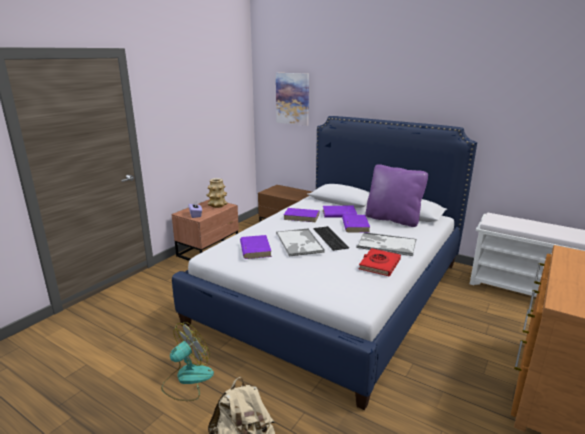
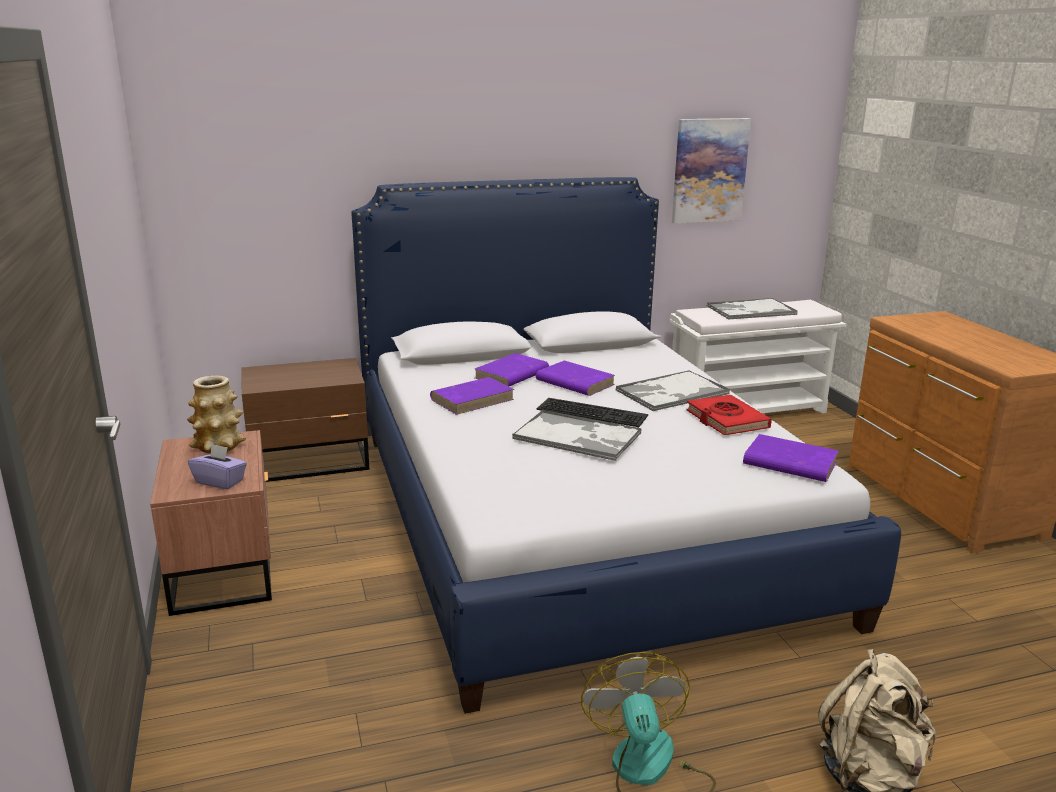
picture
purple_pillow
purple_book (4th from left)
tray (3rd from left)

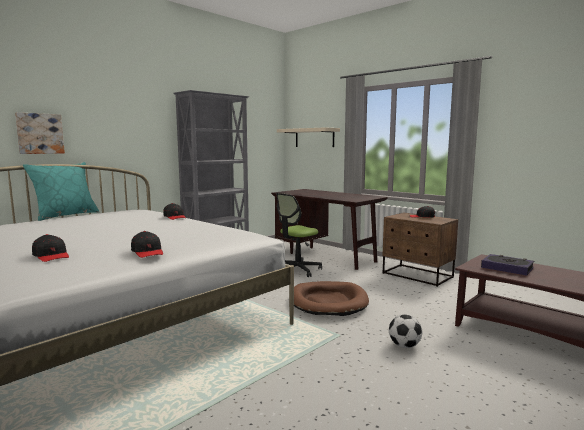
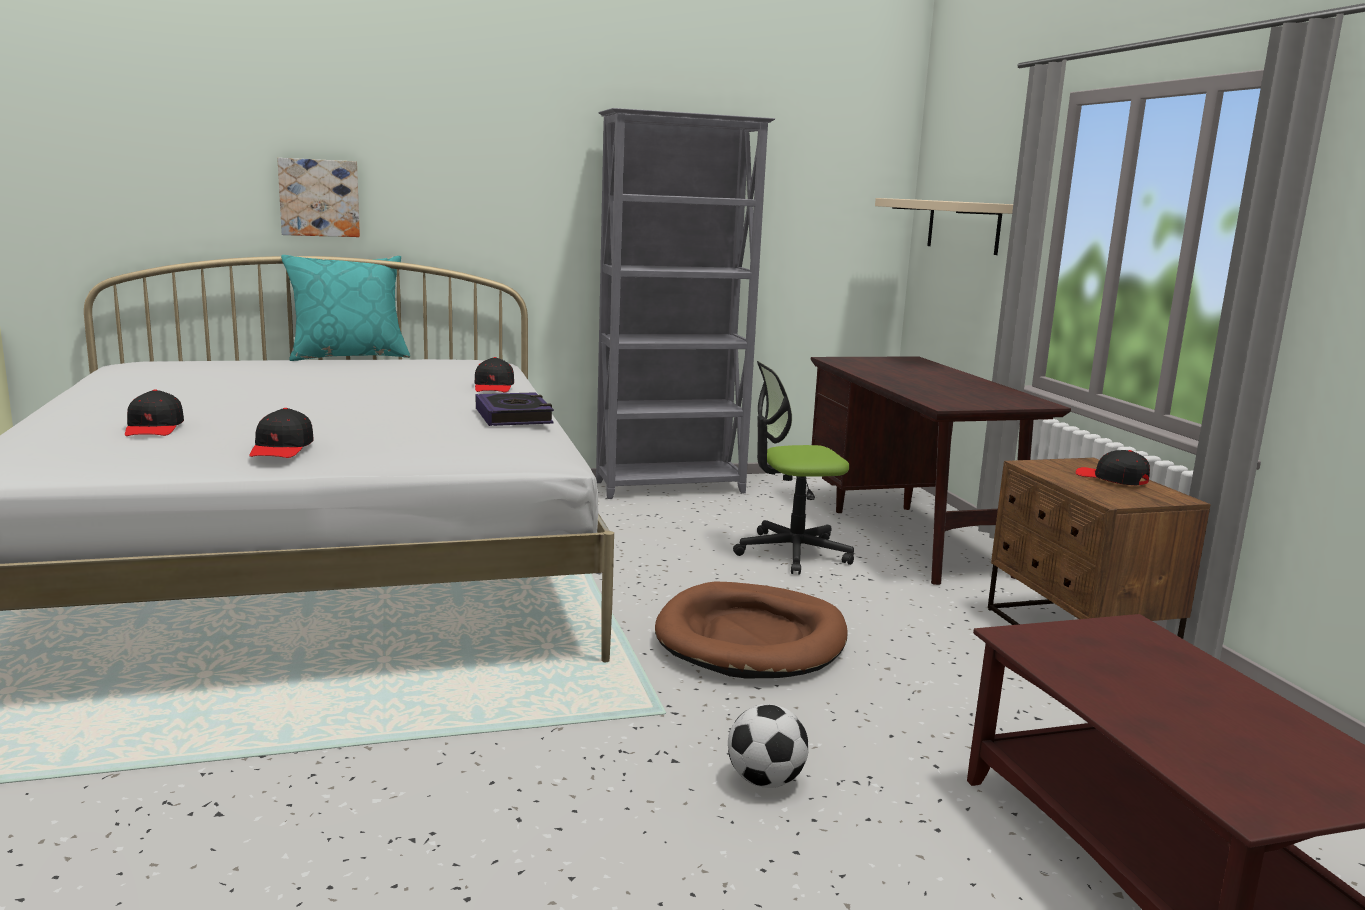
book

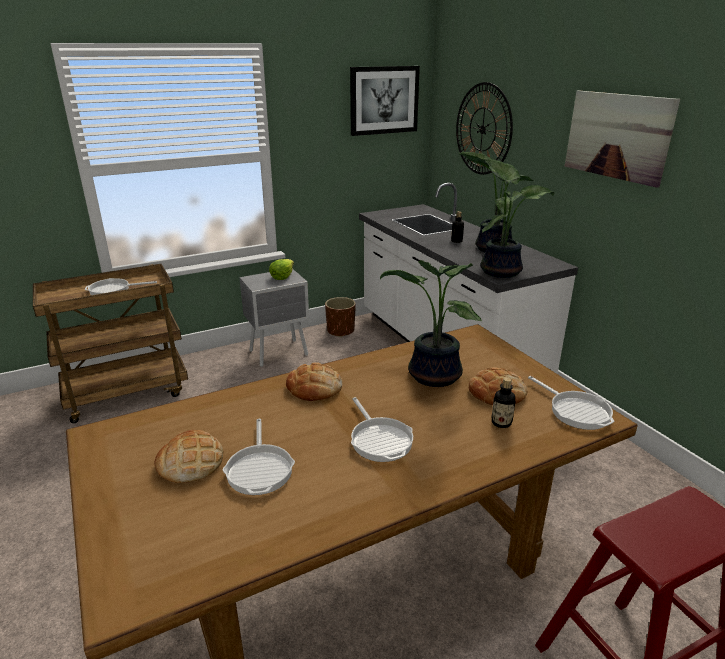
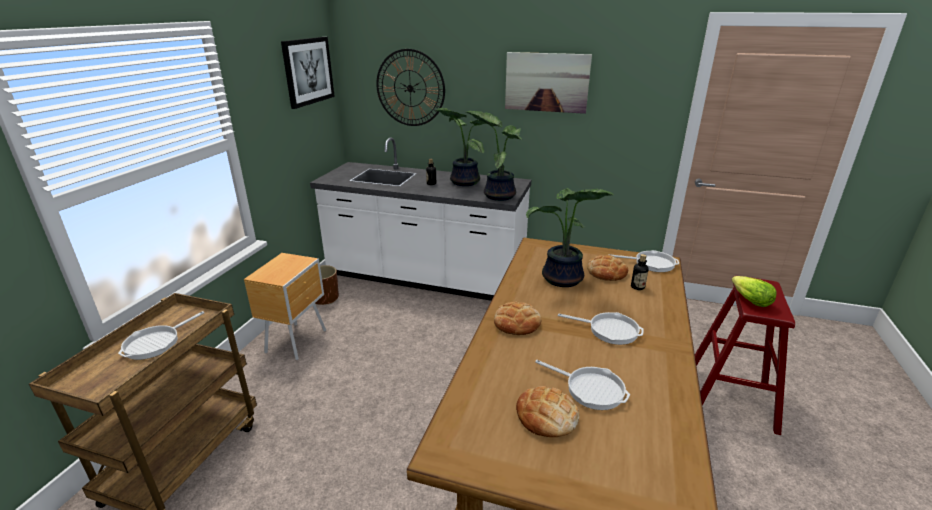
lettuce
brown_nightstand

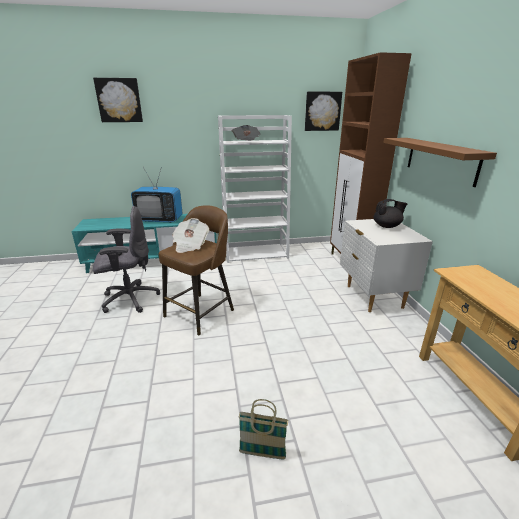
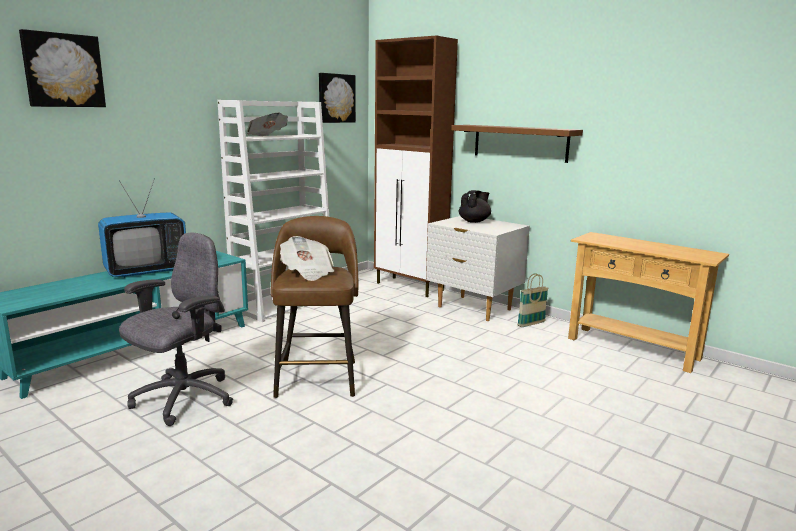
basket

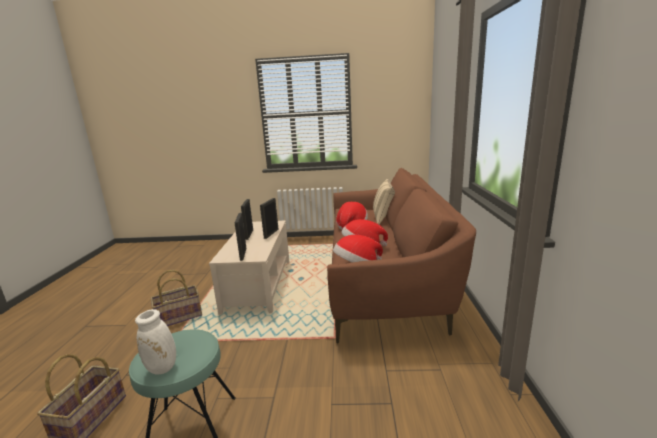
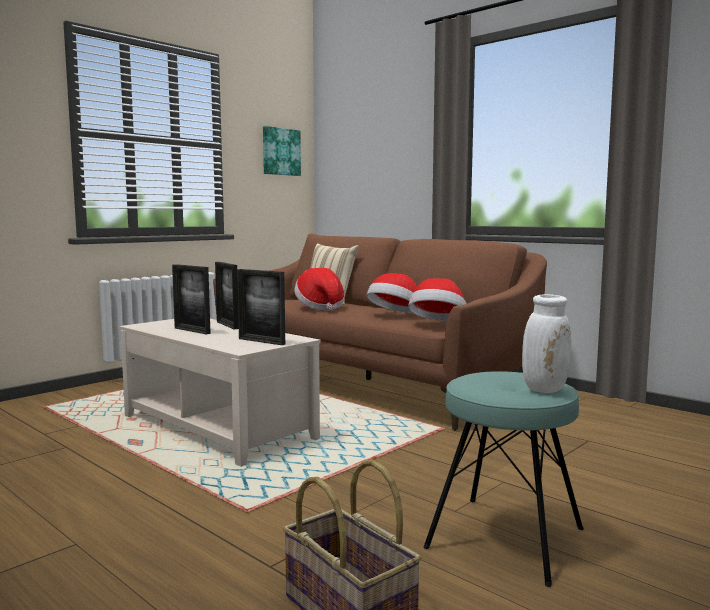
basket (2nd from left in the first image)
picture

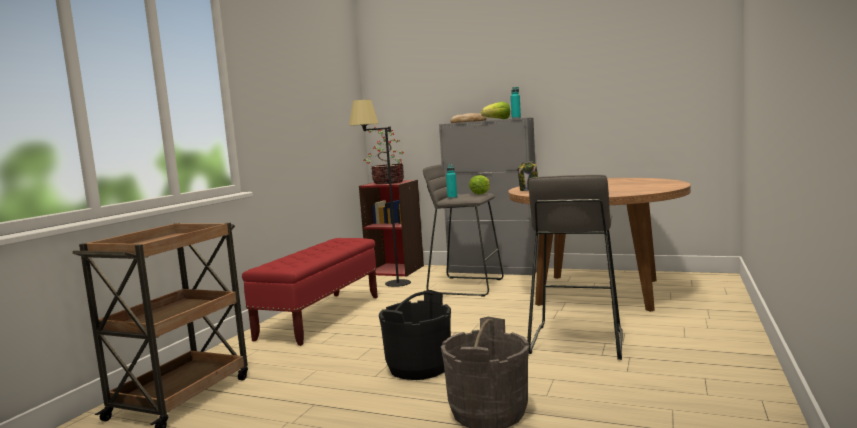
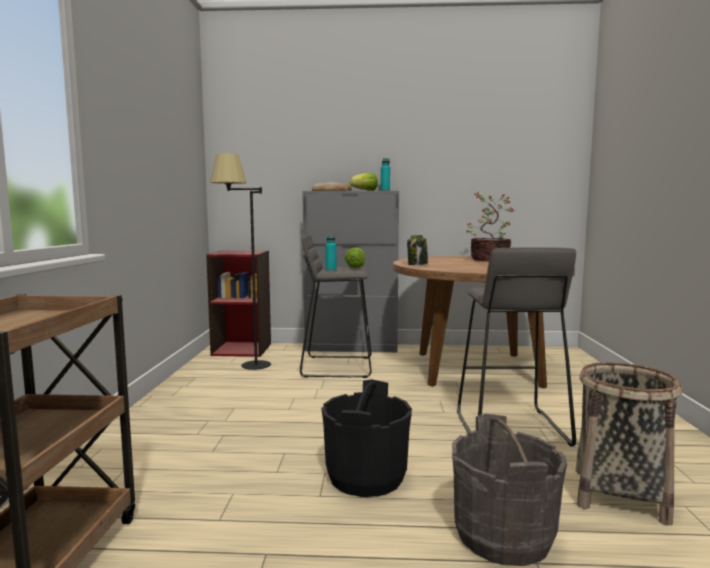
potted_plant
red_bench
basket

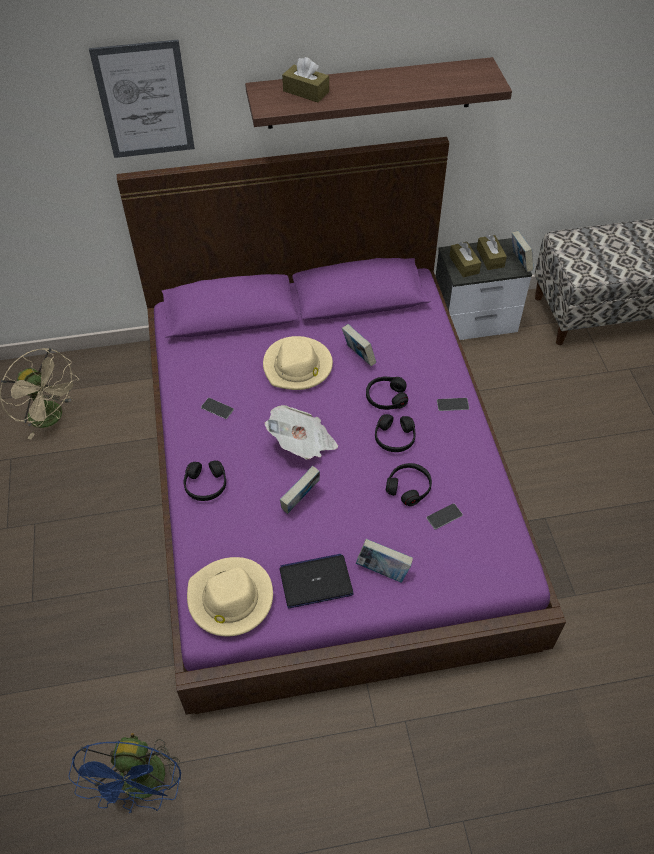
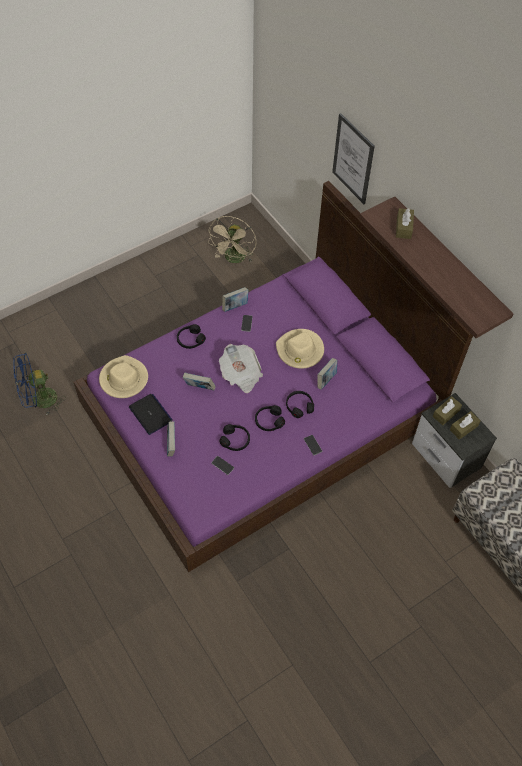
book (3rd from left)

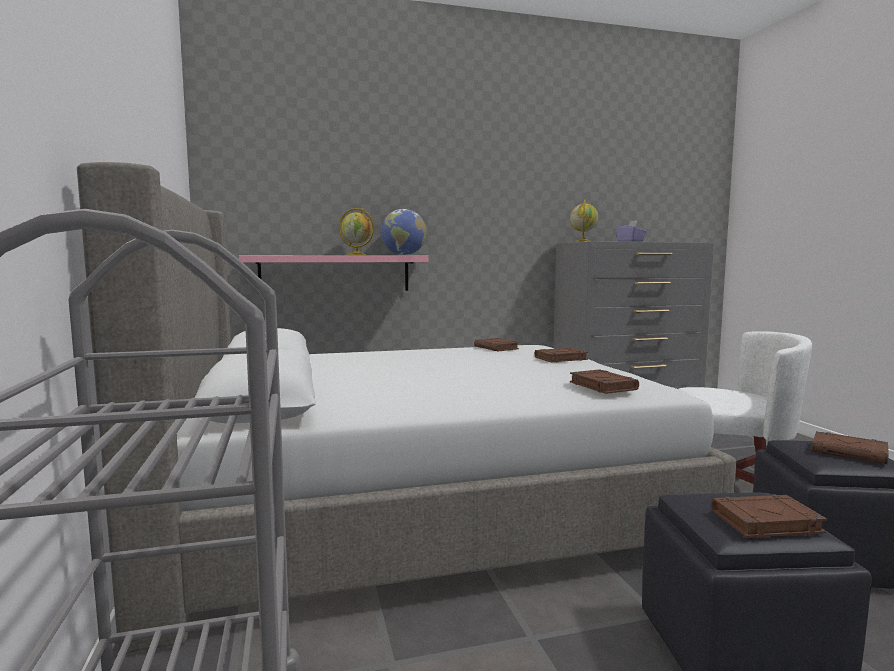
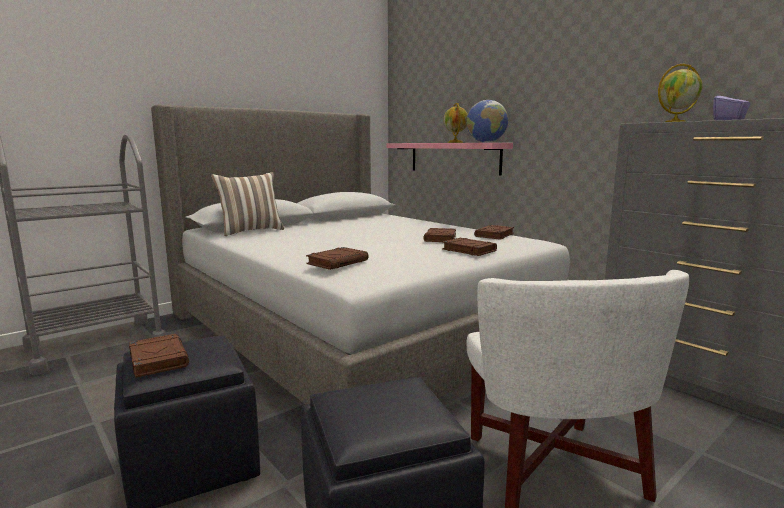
brown_book (3rd from left)
pillow

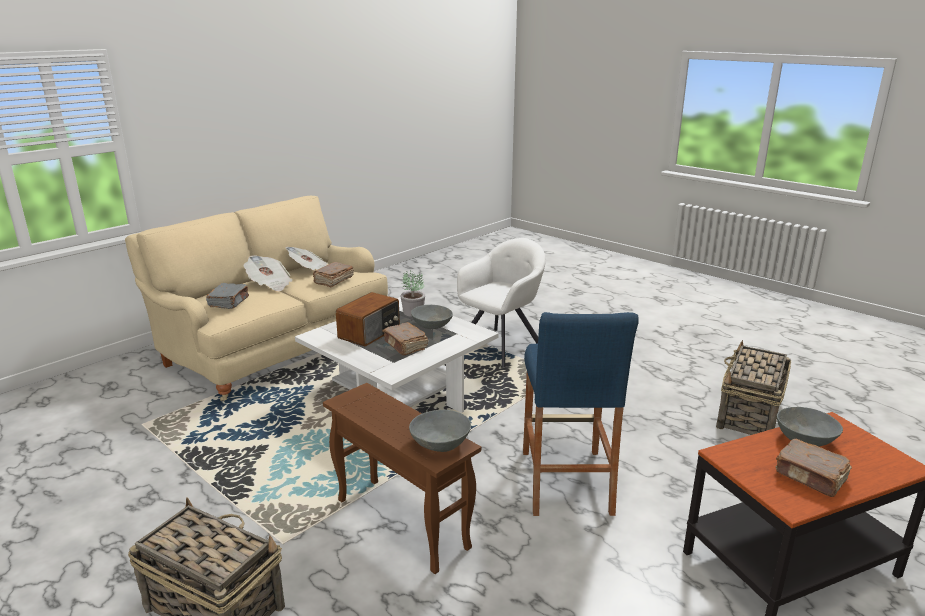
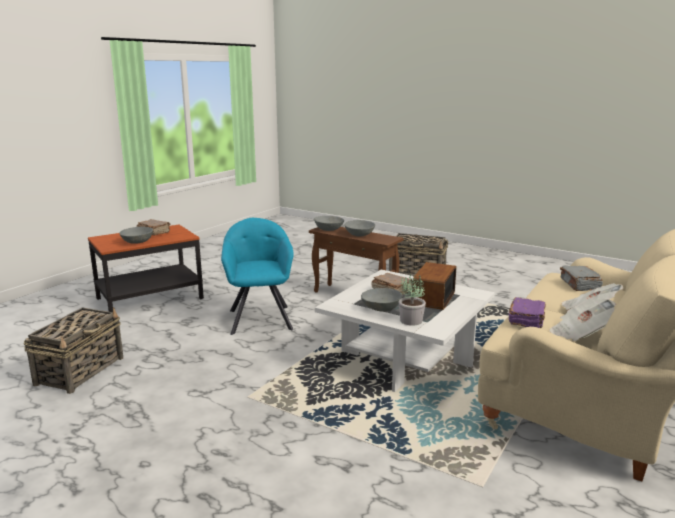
white_armchair
purple_book
turquoise_armchair
grey_bowl (3rd from left)

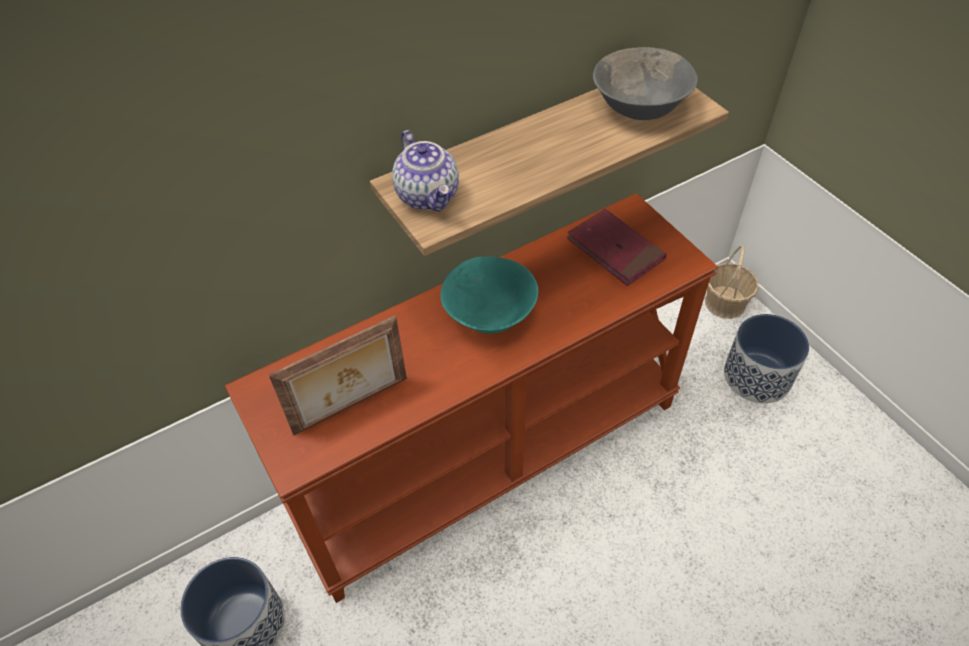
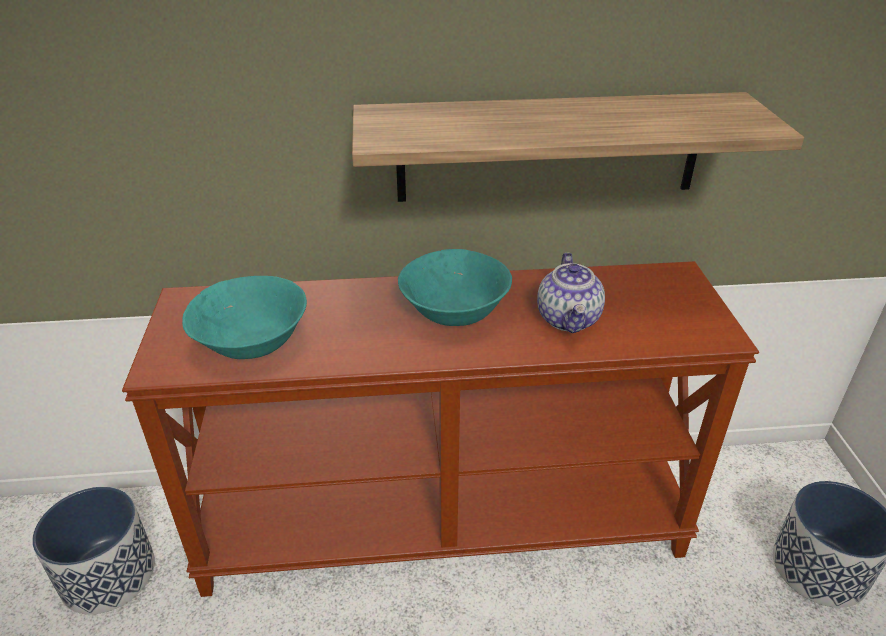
grey_bowl
teapot
red_book
basket
turquoise_bowl (1st from left)

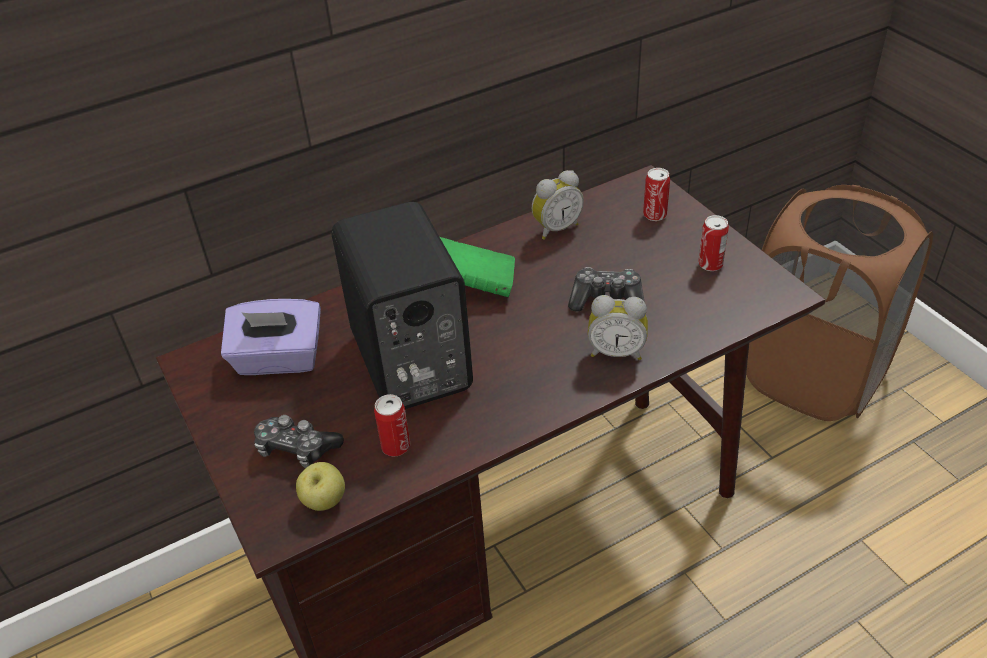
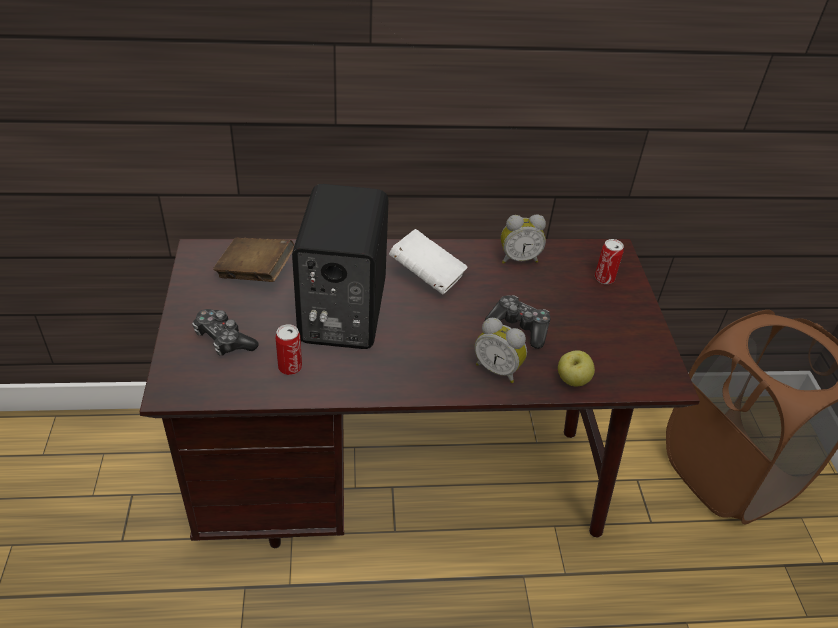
can (3rd from left in the first image)
white_book
brown_book
apple

